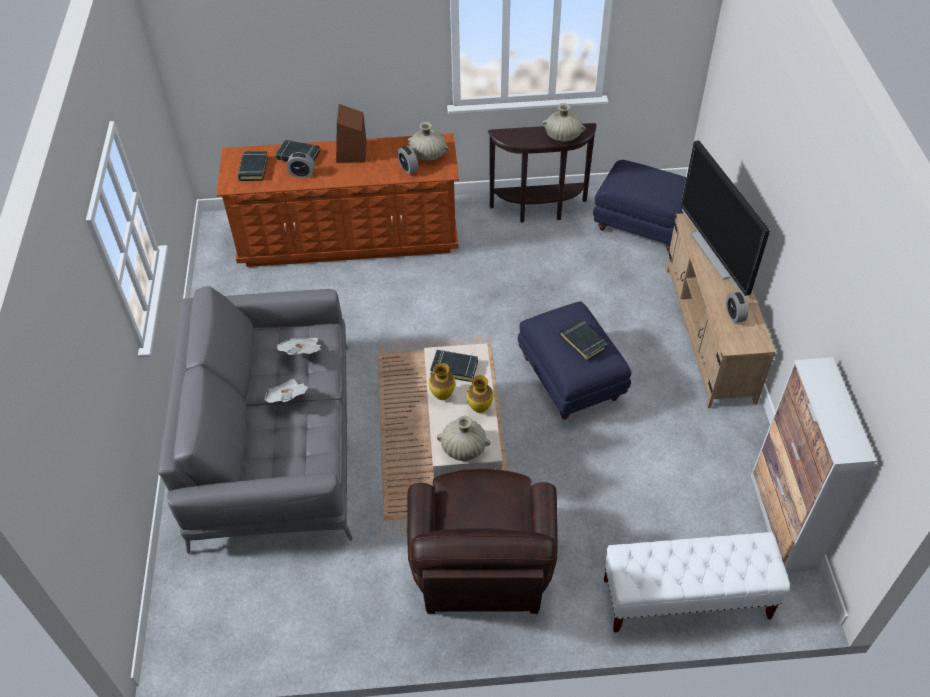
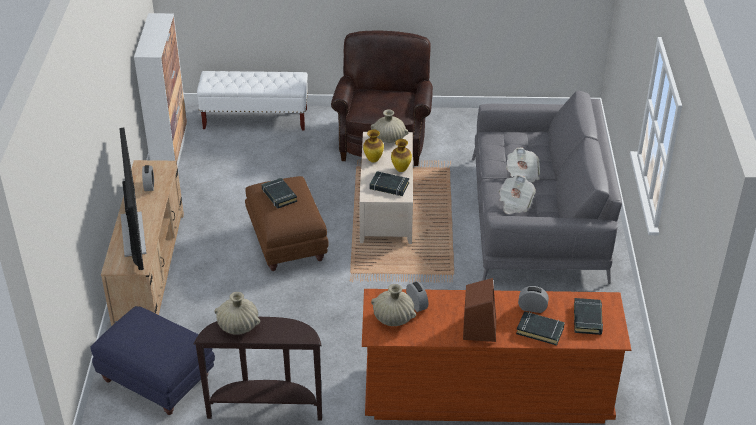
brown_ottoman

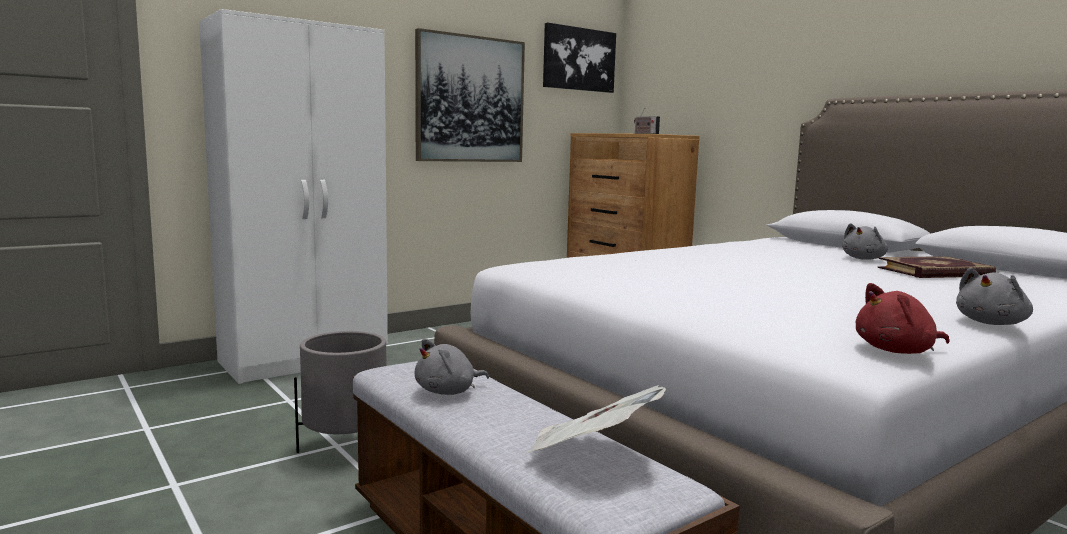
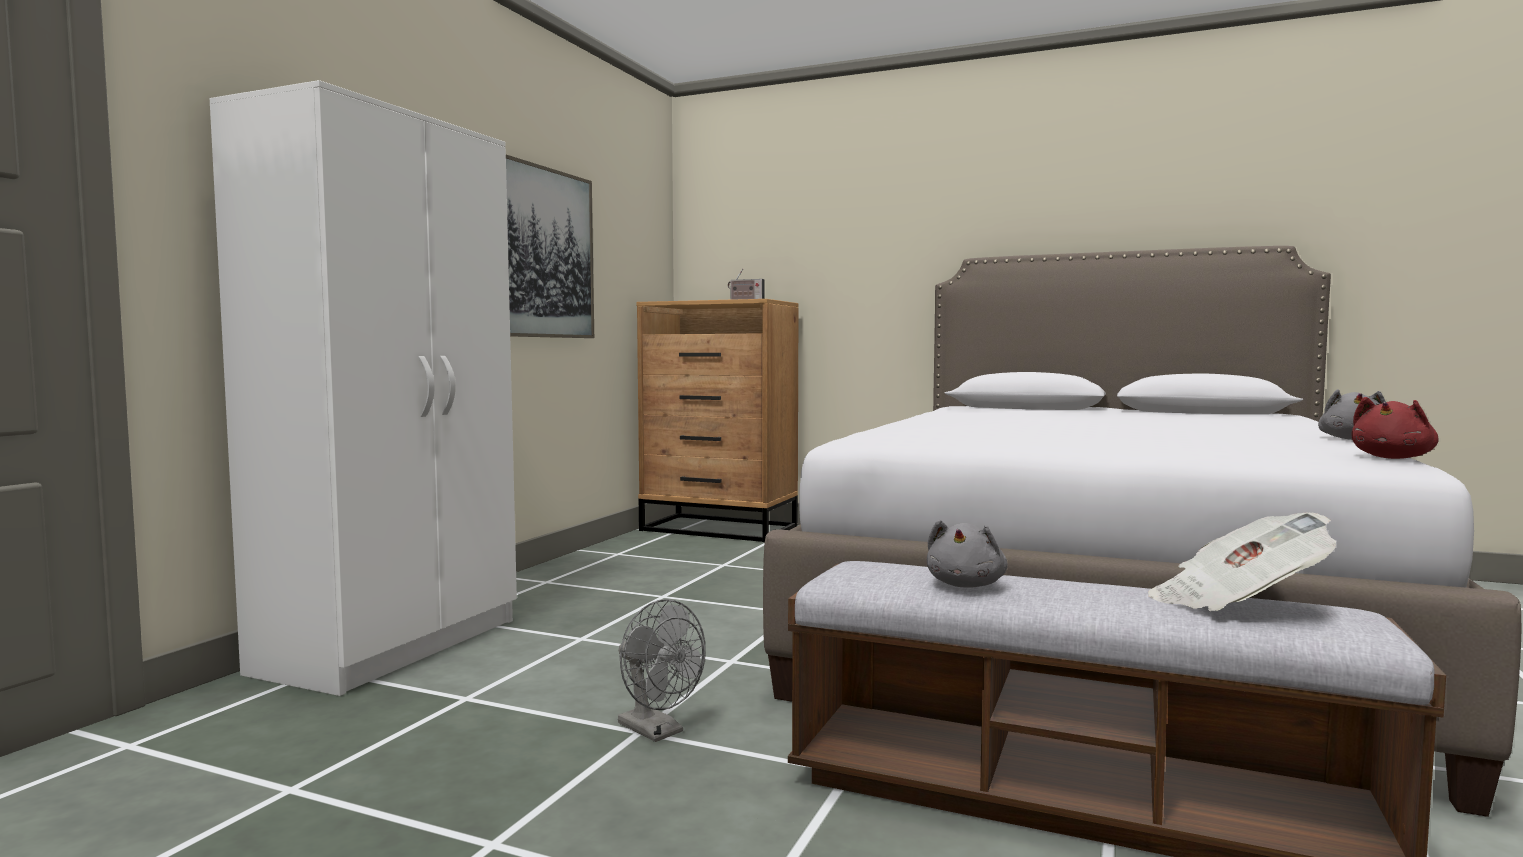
picture (2nd from left in the first image)
grey_plush_toy (2nd from left in the first image)
book
grey_fan

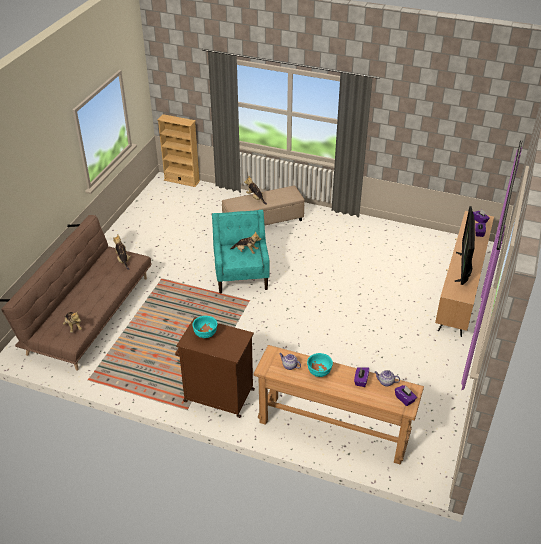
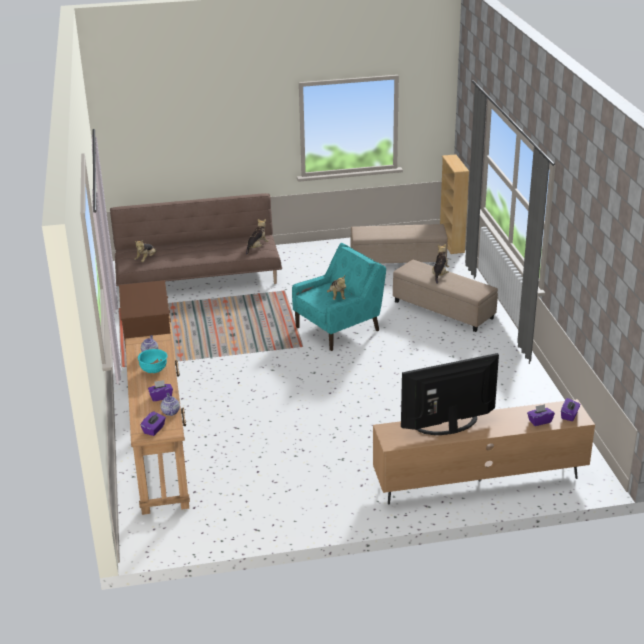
turquoise_bowl (1st from left in the first image)
beige_ottoman (1st from left)

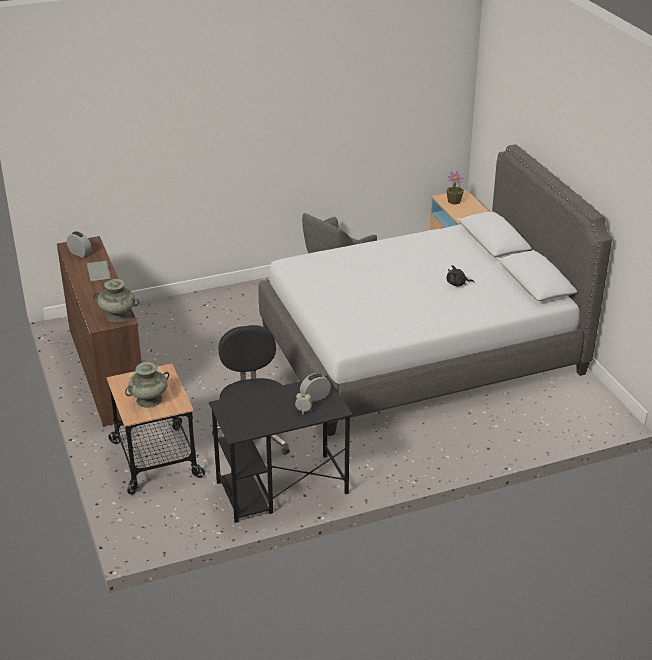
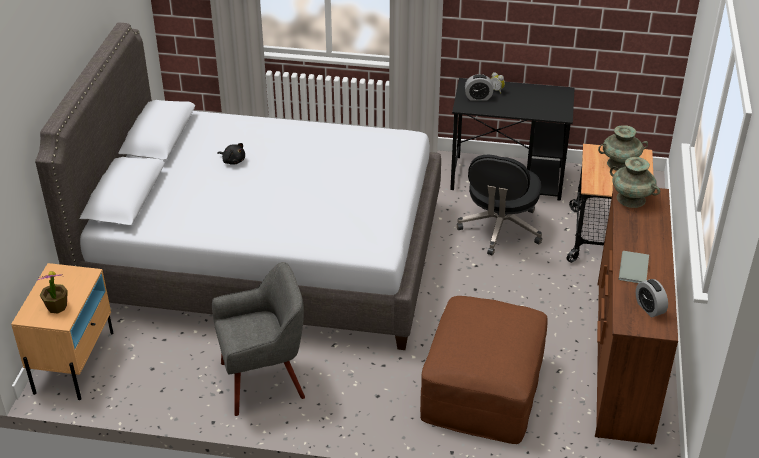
brown_ottoman

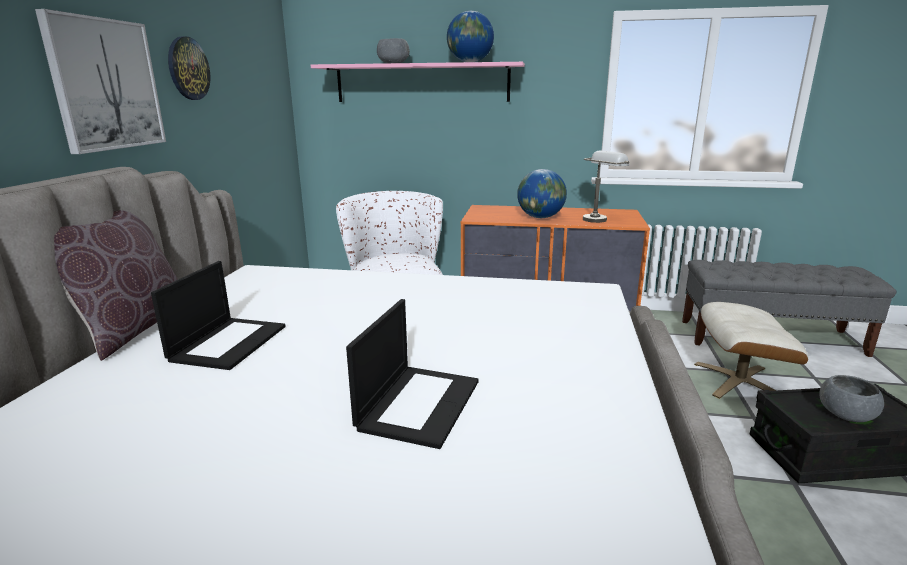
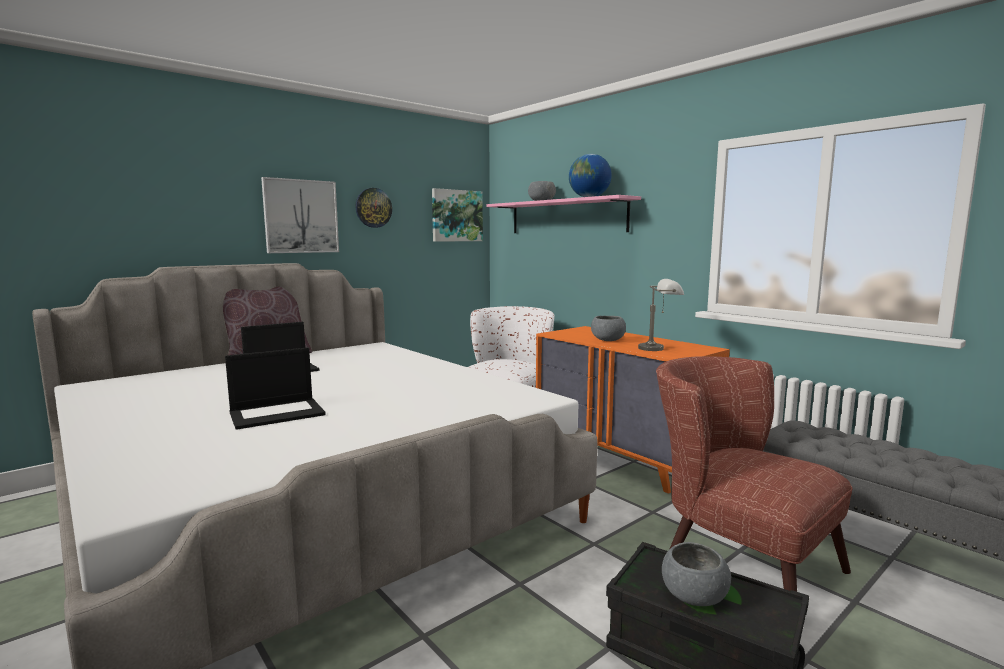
grey_bowl (2nd from left)
brown_armchair
picture (2nd from left)

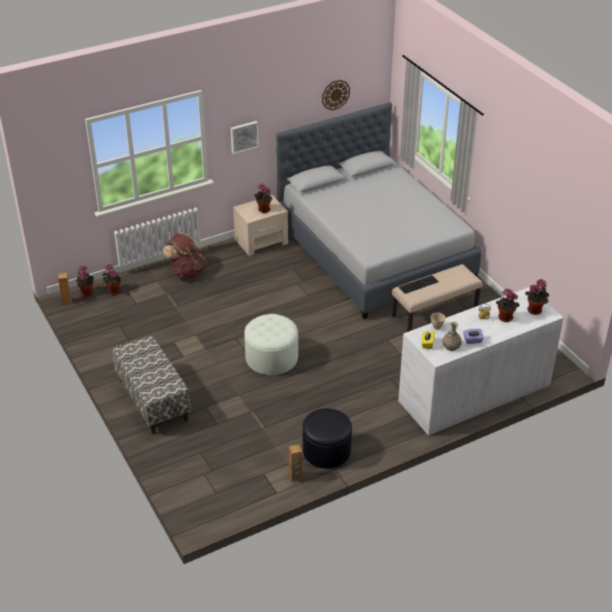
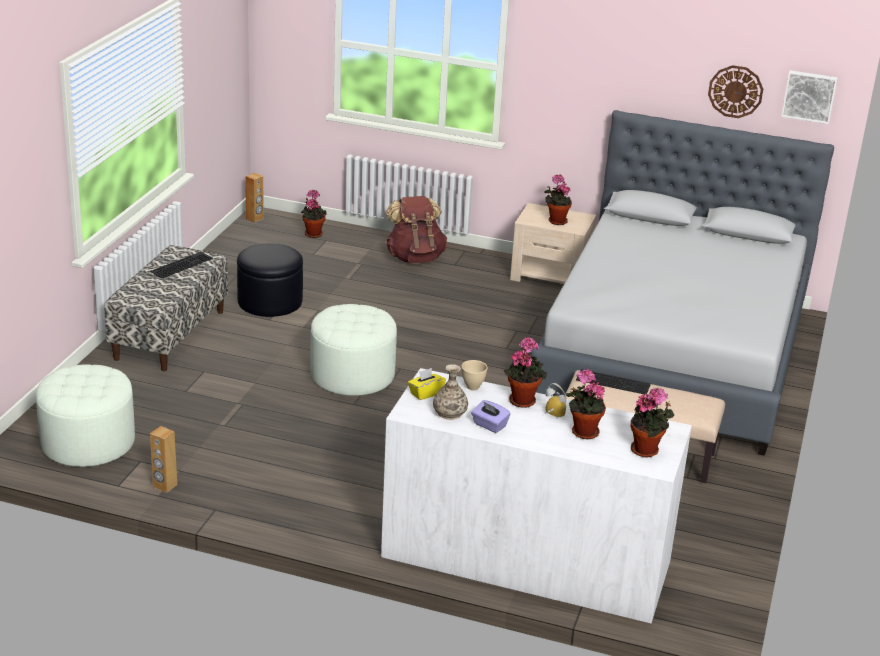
picture
potted_plant (2nd from left)
black_ottoman
keyboard (1st from left)
white_ottoman (1st from left)

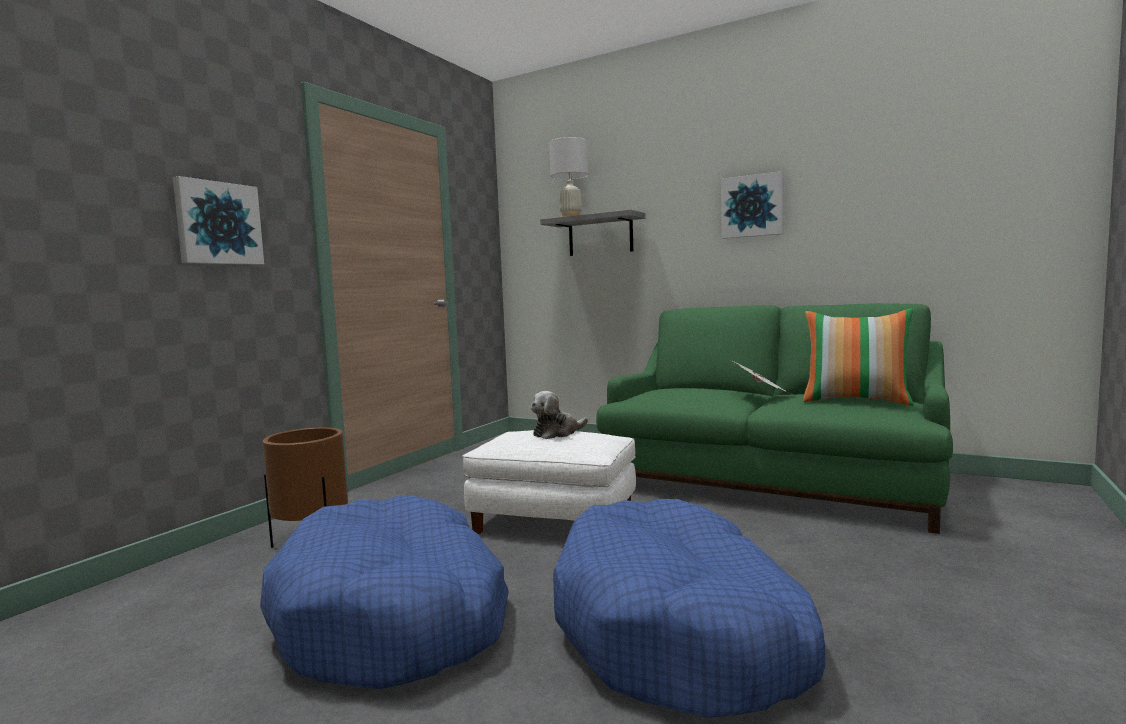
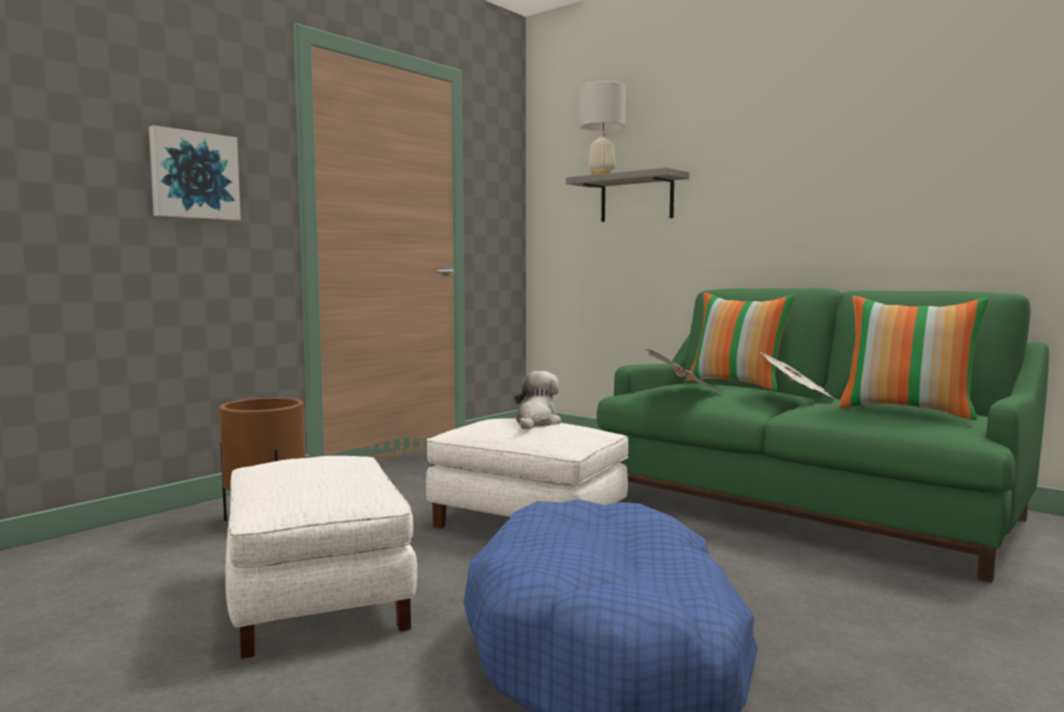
picture (2nd from left in the first image)
plush_toy
white_ottoman (1st from left)
pillow (1st from left)
newspaper (1st from left)

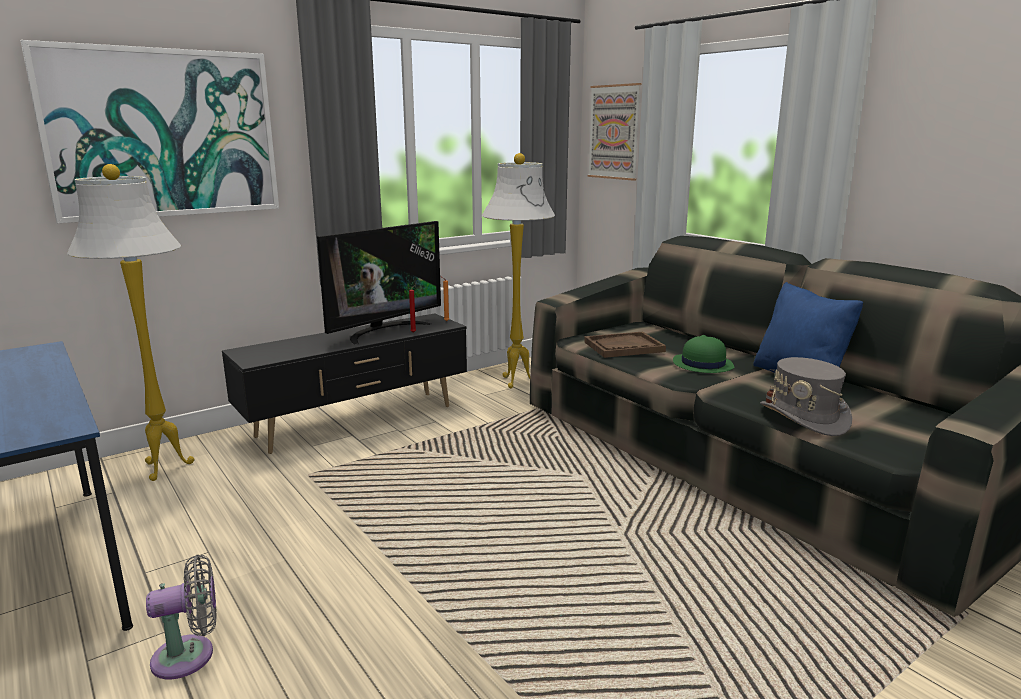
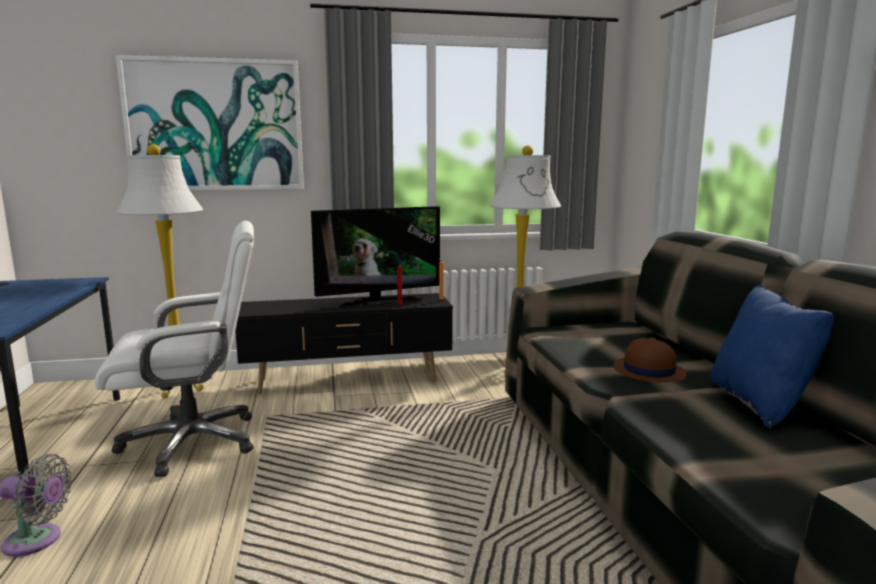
picture (2nd from left in the first image)
brown_tray
brown_hat
grey_hat
white_office_chair

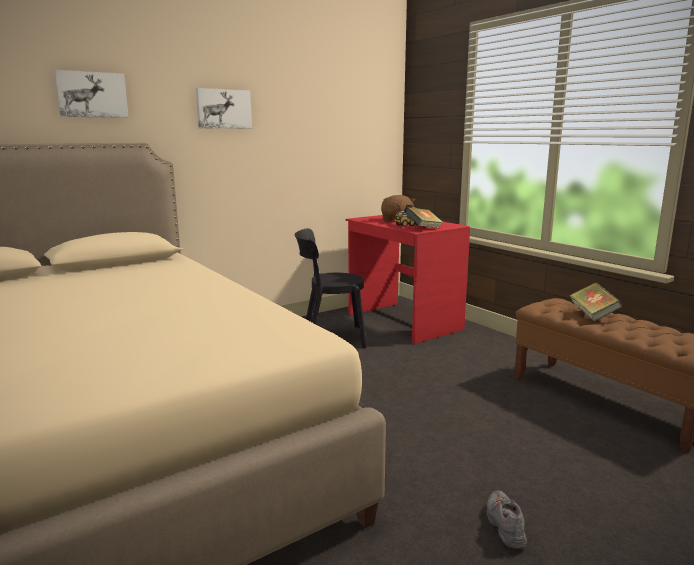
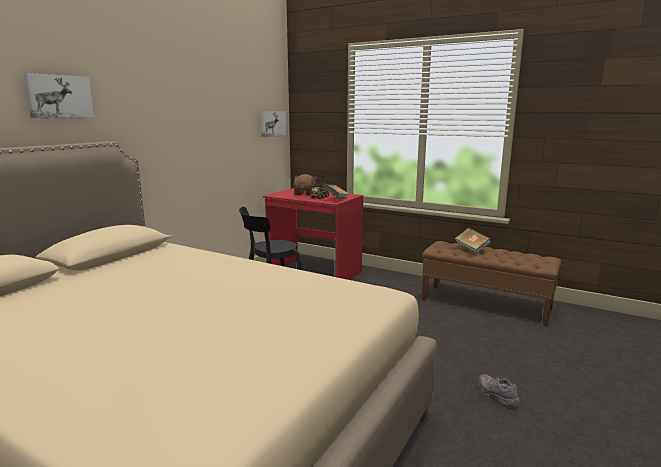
picture (2nd from left)

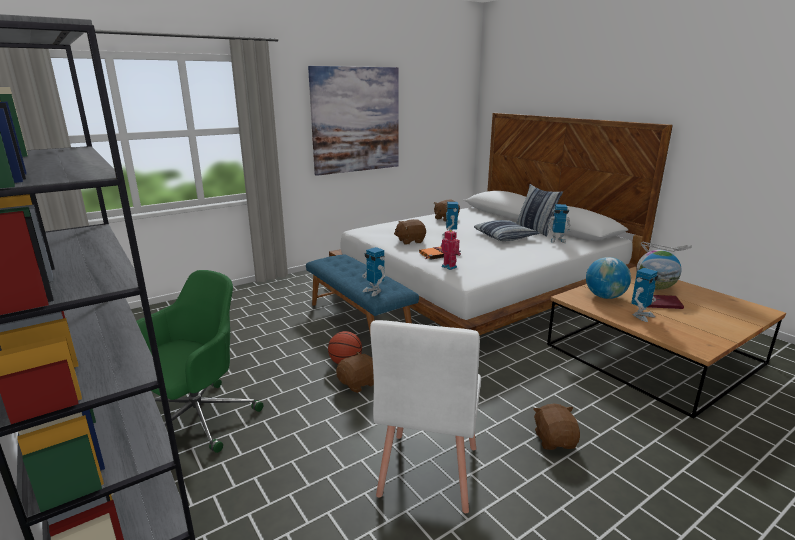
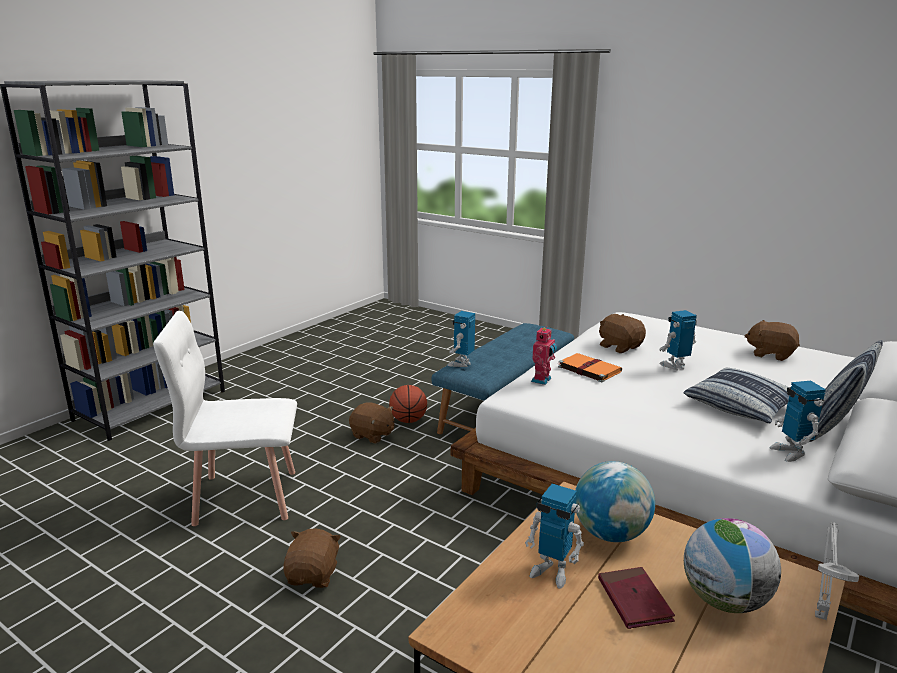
picture
green_office_chair
brown_plush_toy (1st from left)

